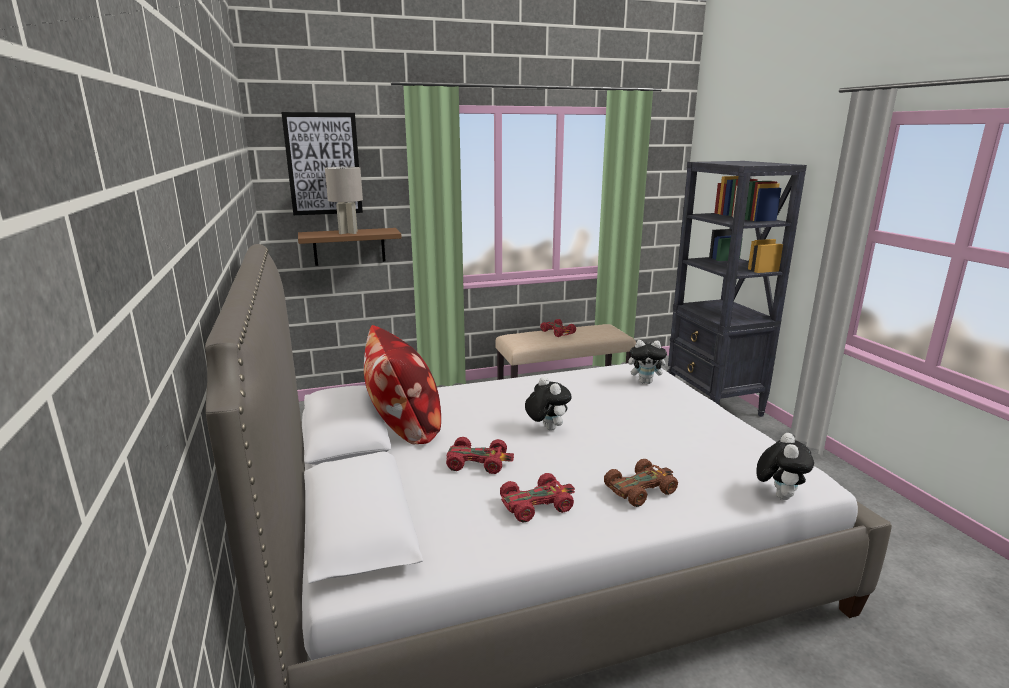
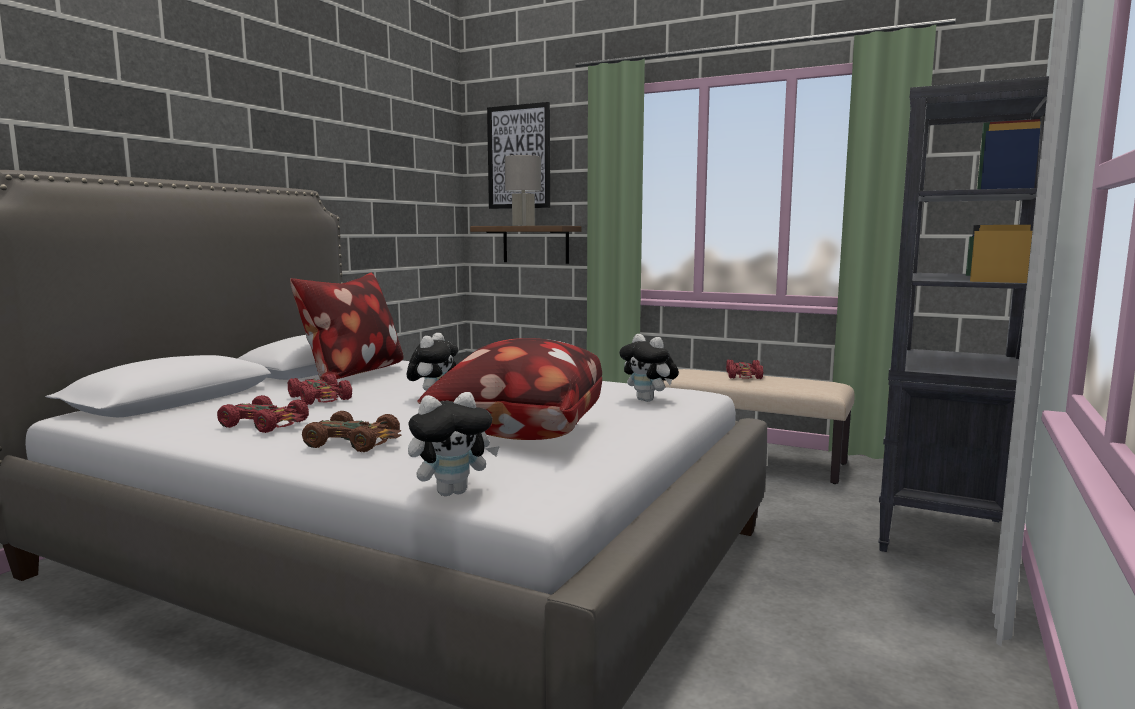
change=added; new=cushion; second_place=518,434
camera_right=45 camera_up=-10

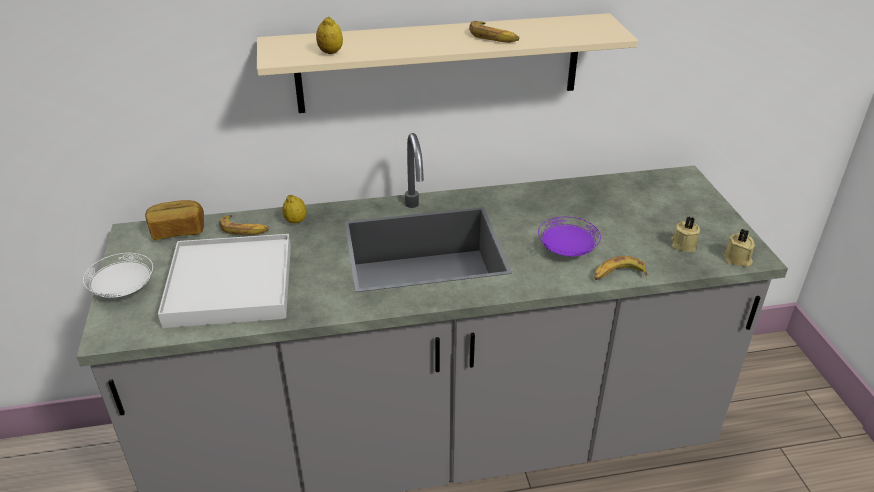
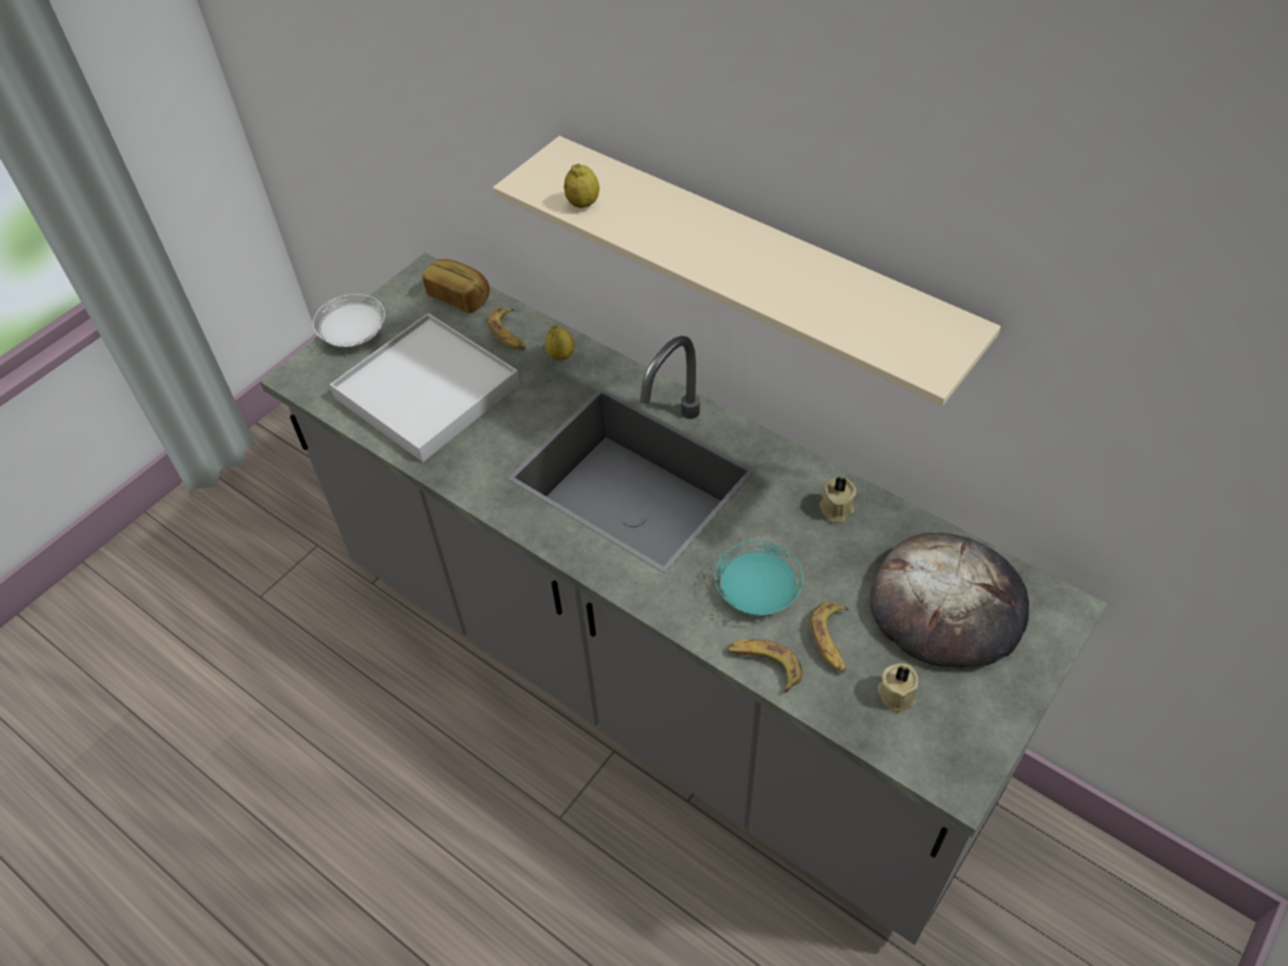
change=moved; old=banana fruit; first_place=493,37; second_place=832,641
change=recoloured; old=purple-coloured flat dish; new=blue-green flat dish; first_place=566,250; second_place=757,592
change=moved; old=beige-coloured wax candle; first_place=737,259; second_place=835,509
change=added; new=bread; second_place=948,605
camera_right=50 camera_up=15

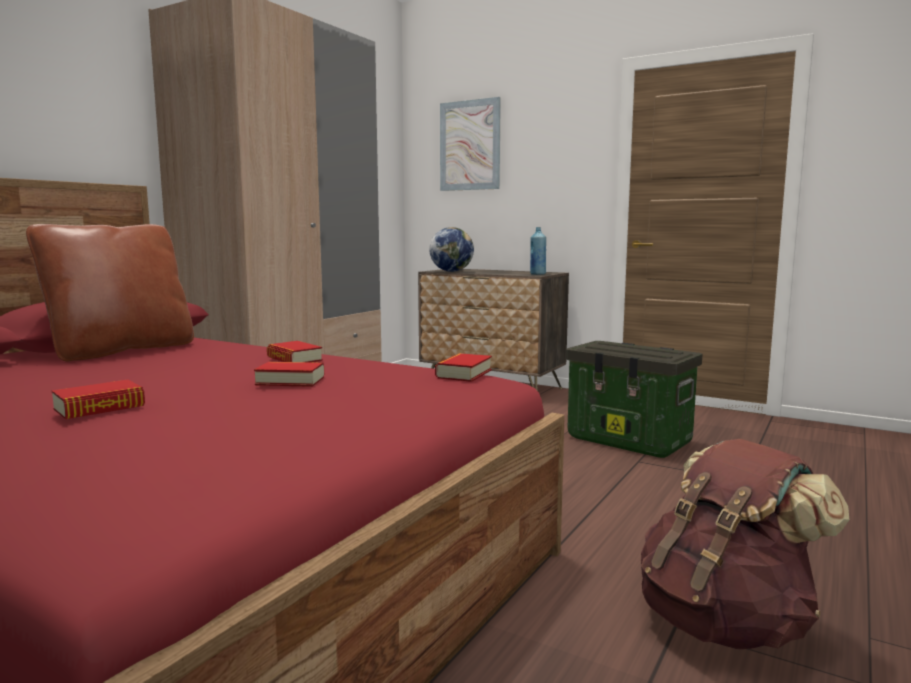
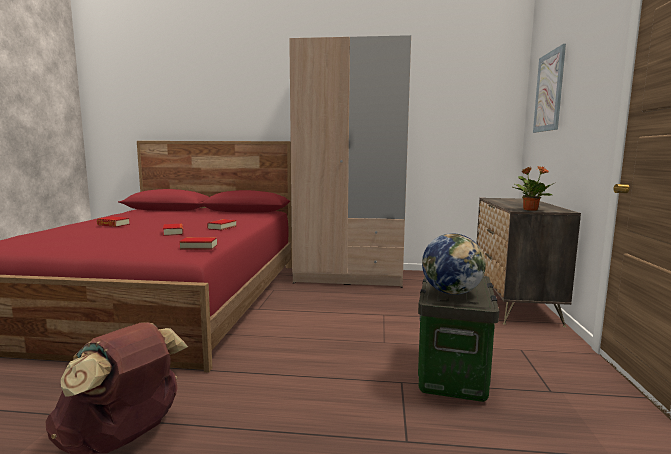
change=removed; old=brown cushion; first_place=121,350
change=moved; old=world globe; first_place=451,271; second_place=452,292
change=replaced; old=bluish beverage bottle; new=plant in a pot; first_place=537,274; second_place=530,209
camera_right=65 camera_up=0

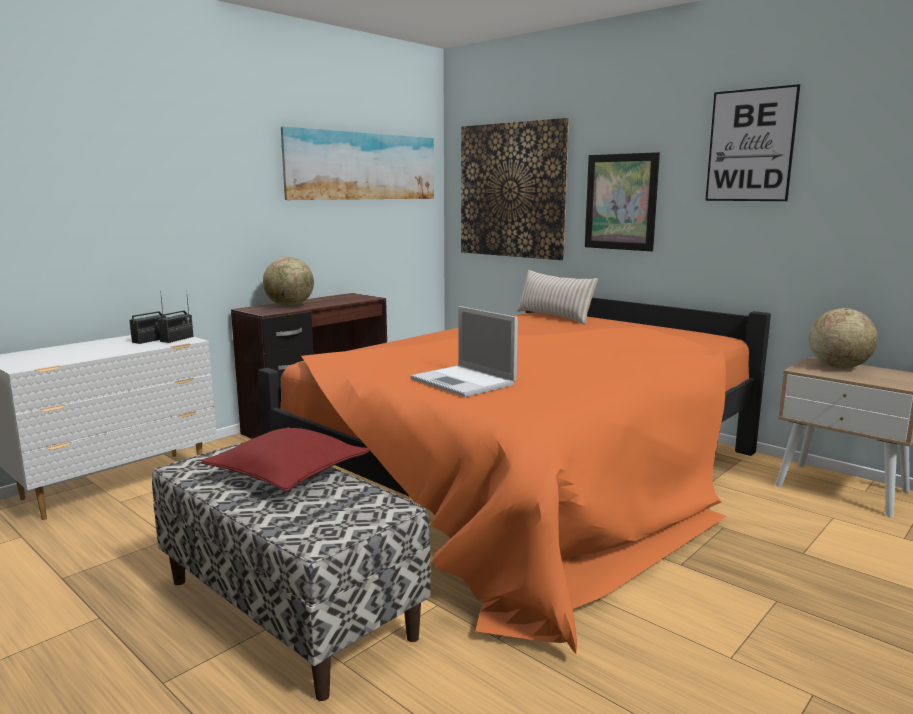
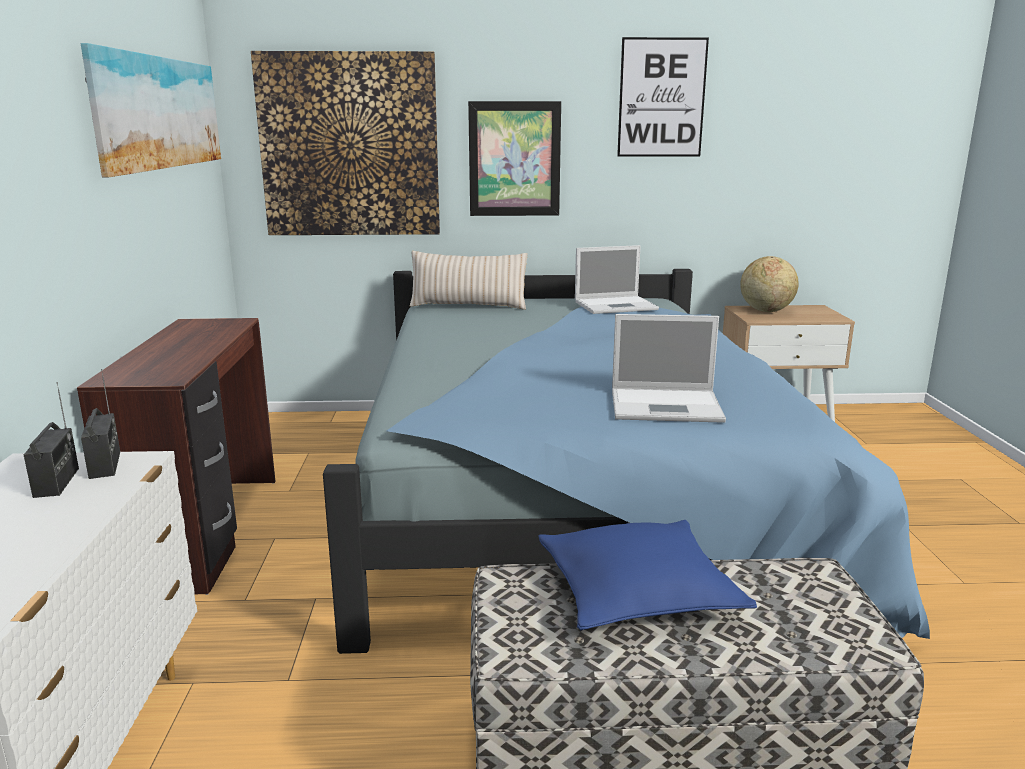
change=removed; old=world globe; first_place=290,306
change=recoloured; old=orange bedroom bed; new=bluish bedroom bed; first_place=532,478; second_place=579,500
change=recoloured; old=red cushion; new=bluish cushion; first_place=288,473; second_place=638,592
change=added; new=laptop; second_place=617,305
camera_right=-45 camera_up=5

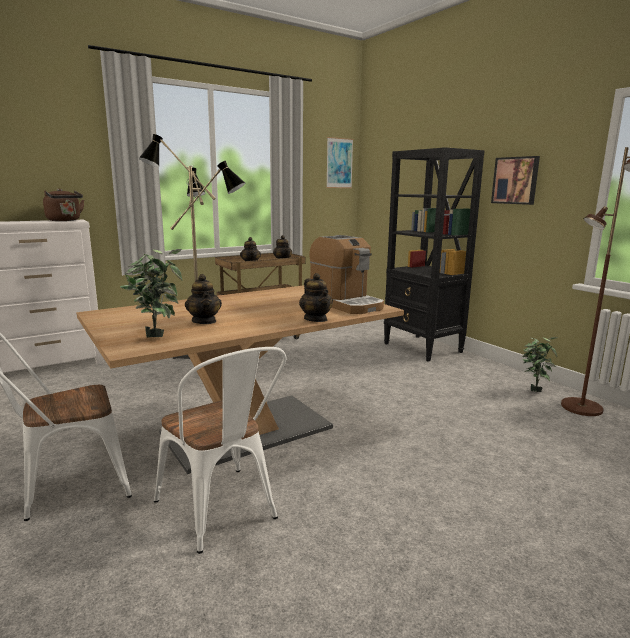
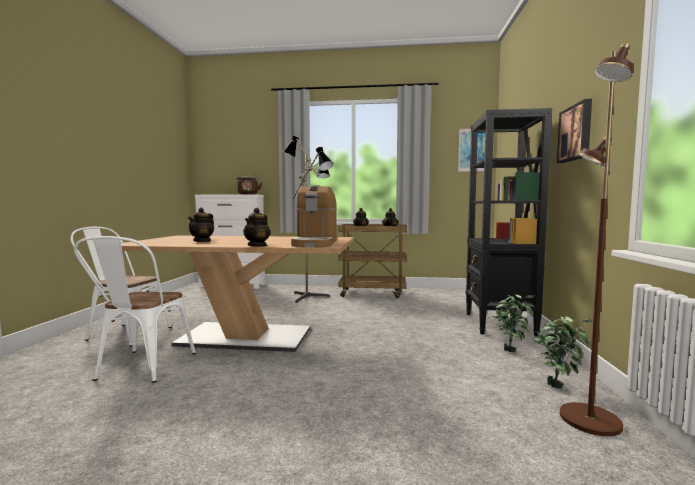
change=moved; old=plant in a pot; first_place=157,335; second_place=511,350
camera_right=40 camera_up=-10

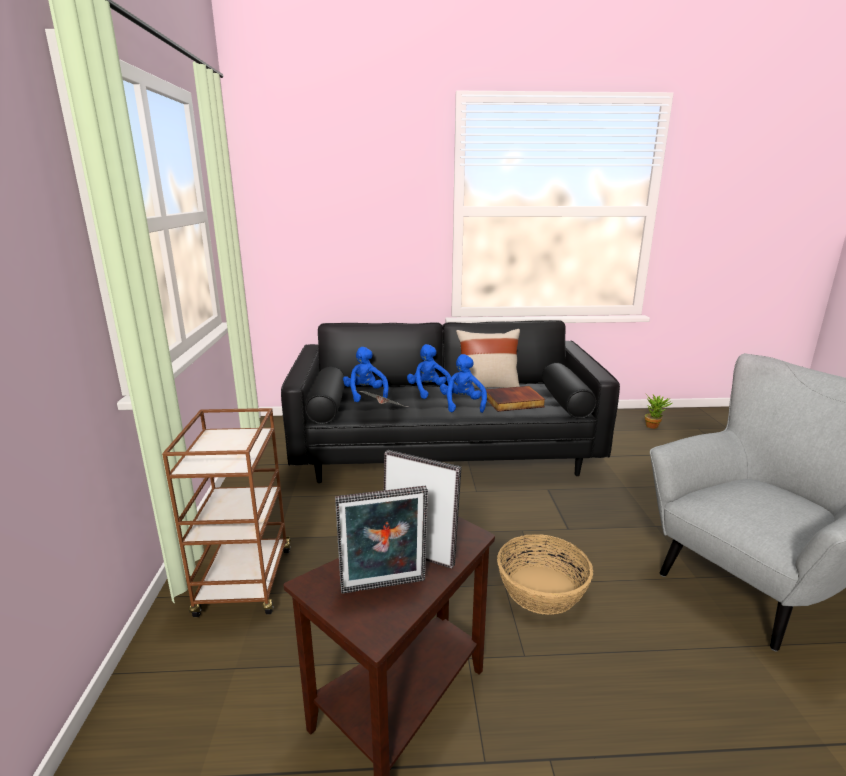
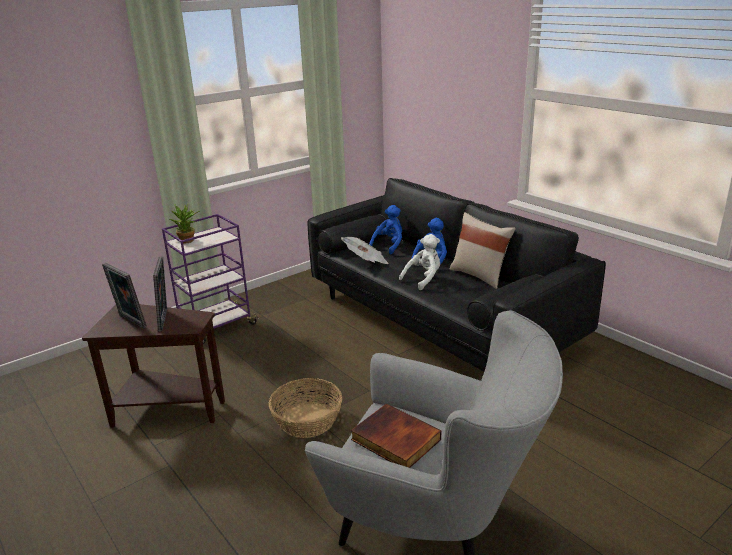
change=recoloured; old=bluish cuddly toy; new=whitish cuddly toy; first_place=462,404; second_place=423,279
change=moved; old=volume; first_place=513,402; second_place=394,440
change=moved; old=plant in a pot; first_place=654,426; second_place=188,241
change=recoloured; old=brown trolley; new=purple-coloured trolley; first_place=245,583; second_place=216,326
camera_right=55 camera_up=5

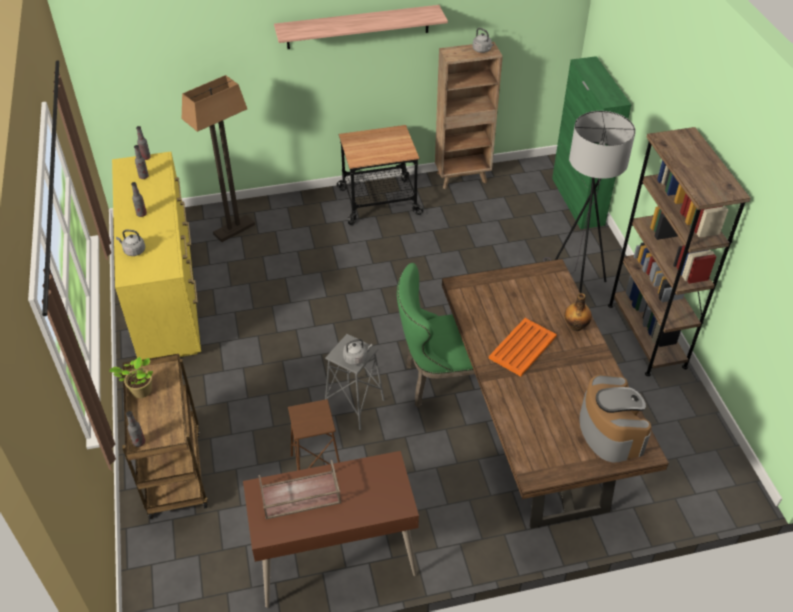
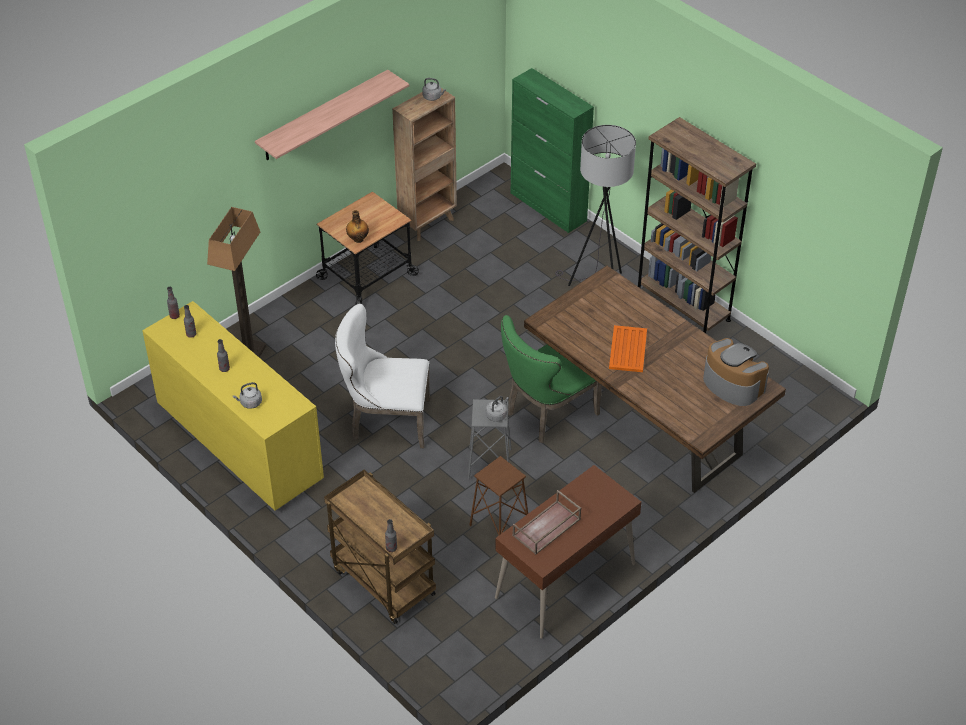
change=moved; old=beverage bottle; first_place=576,326; second_place=358,239
change=removed; old=plant in a pot; first_place=140,391
change=added; new=whitish chair; second_place=385,421
camera_right=-30 camera_up=0

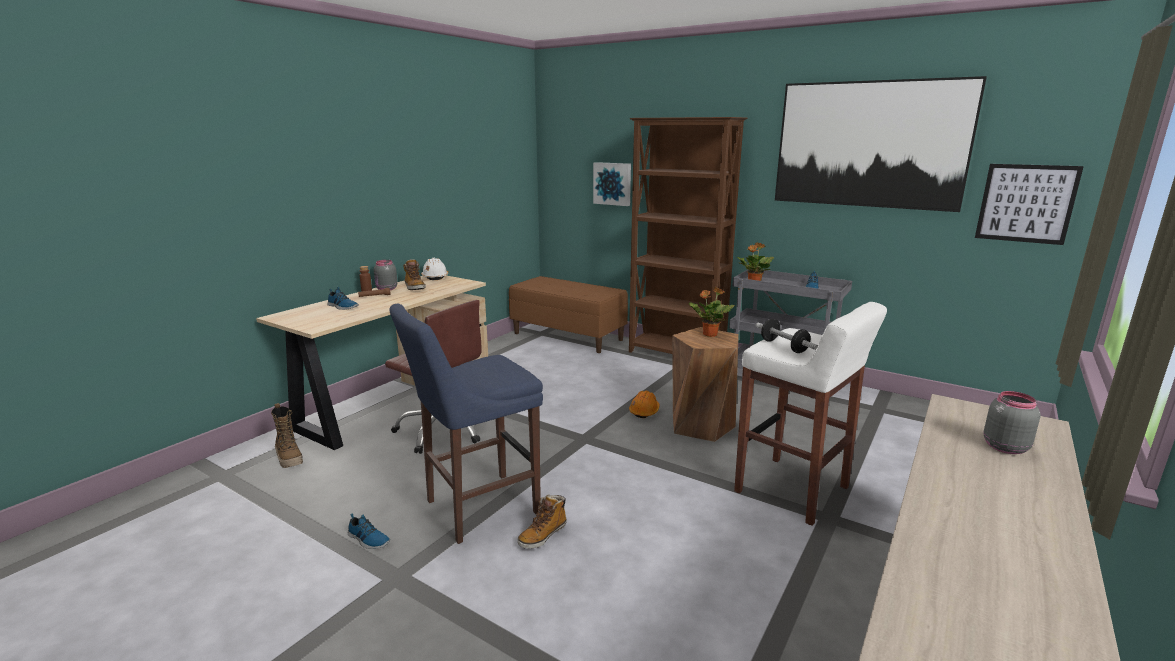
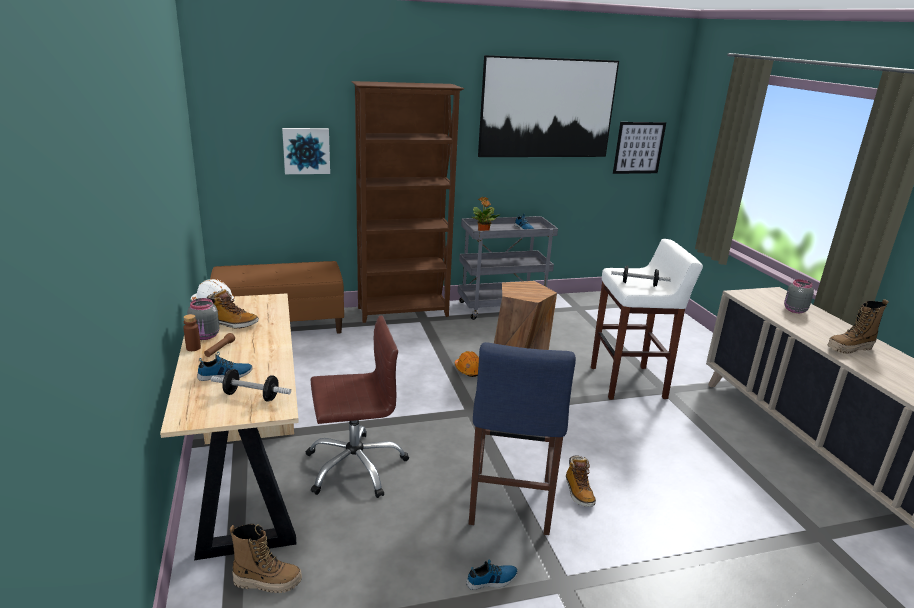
change=removed; old=plant in a pot; first_place=709,334
change=added; new=tall boot; second_place=849,349
change=added; new=hand weight; second_place=251,396
camera_right=-50 camera_up=5

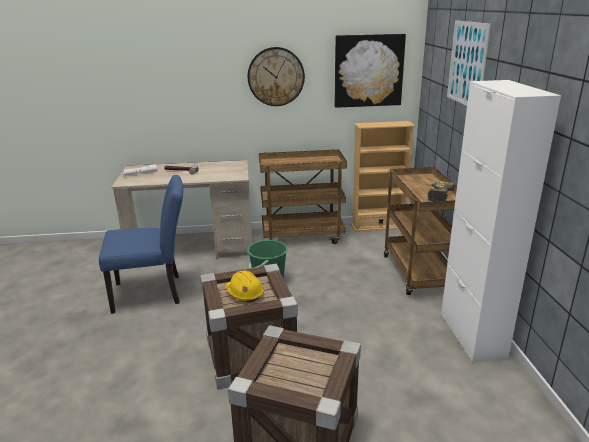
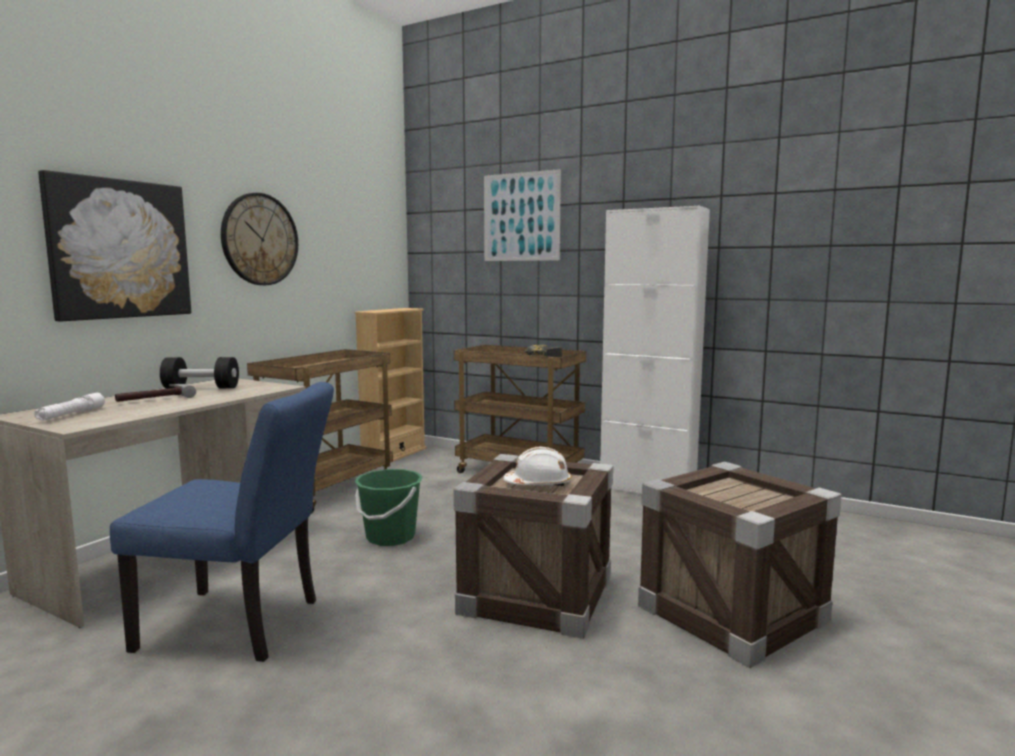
change=moved; old=picture; first_place=368,71; second_place=119,249
change=turned; old=bluish chair; first_place=154,293; second_place=242,625; degrees=75
change=recoloured; old=yellow-coloured work helmet; new=whitish work helmet; first_place=245,293; second_place=538,484
change=added; new=black-coloured hand weight; second_place=201,388
camera_right=-55 camera_up=-15

